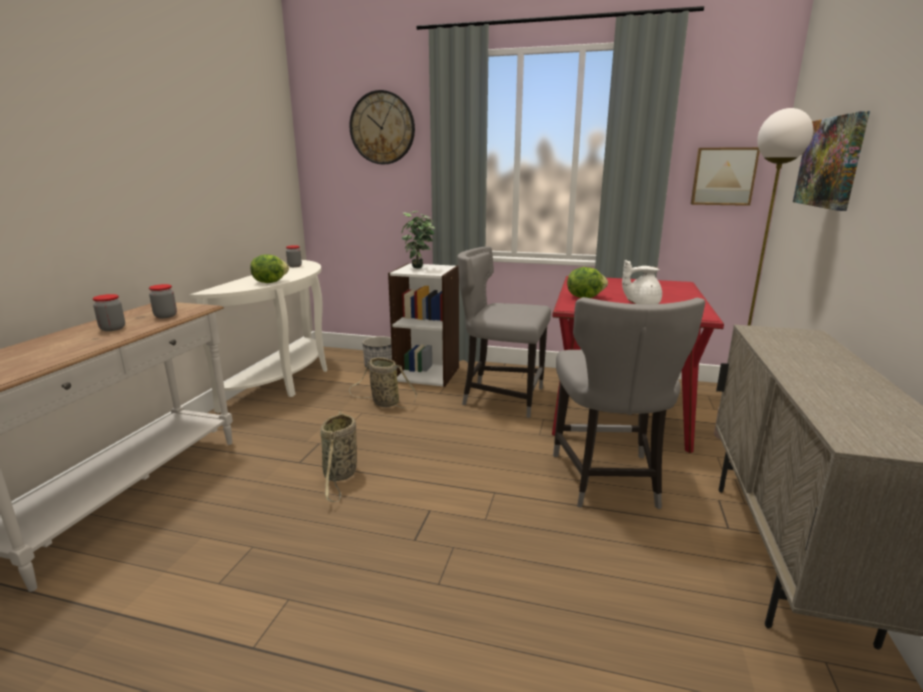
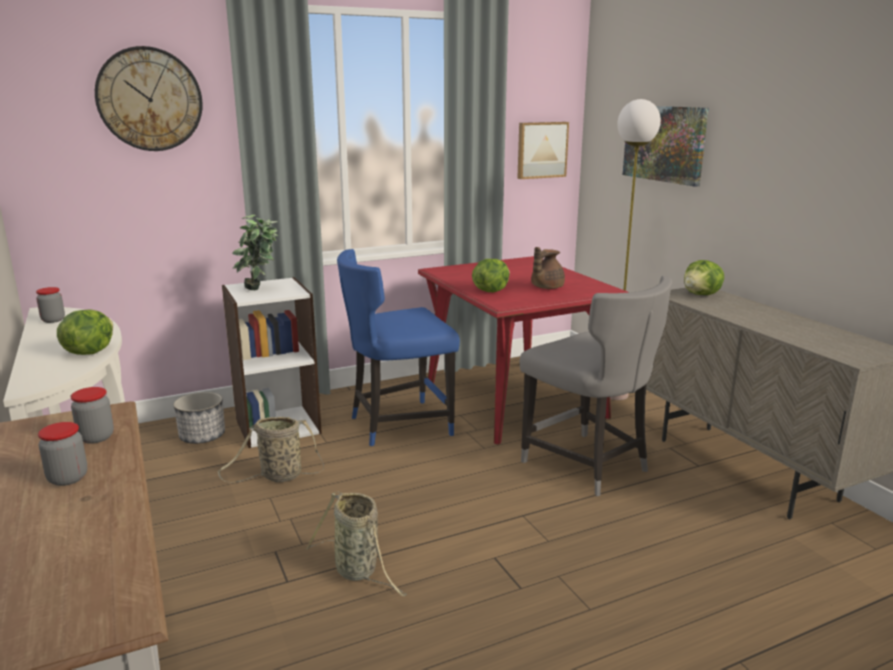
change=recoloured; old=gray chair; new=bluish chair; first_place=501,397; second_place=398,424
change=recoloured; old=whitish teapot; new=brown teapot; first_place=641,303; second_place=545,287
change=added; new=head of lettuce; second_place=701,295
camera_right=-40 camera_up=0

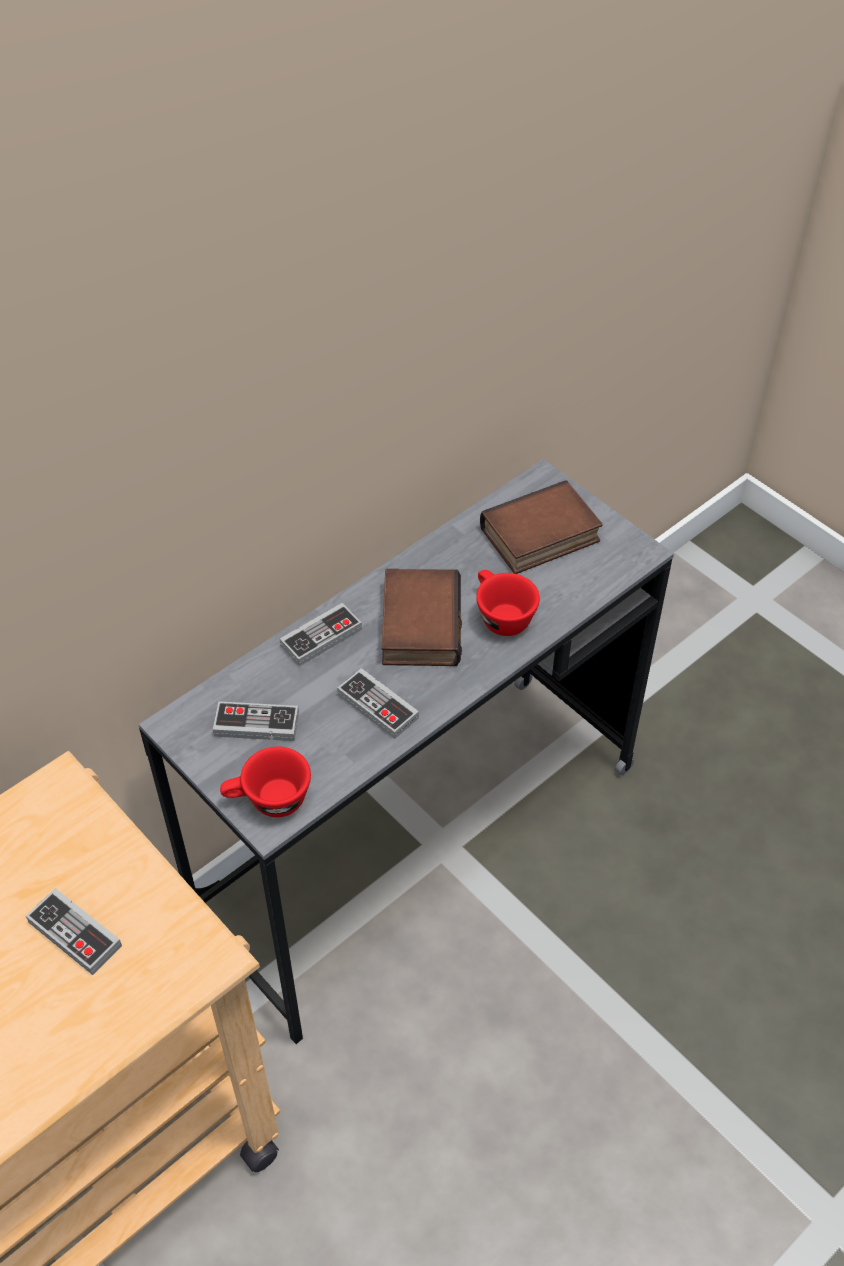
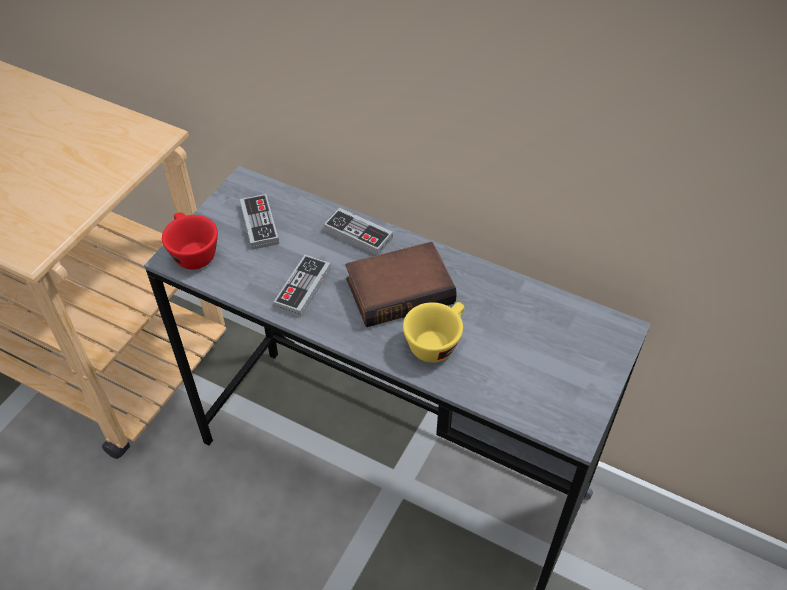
change=removed; old=volume; first_place=540,537
change=recoloured; old=red small cup; new=yellow-coloured small cup; first_place=500,615; second_place=436,342
change=removed; old=game controller; first_place=75,934
camera_right=70 camera_up=0

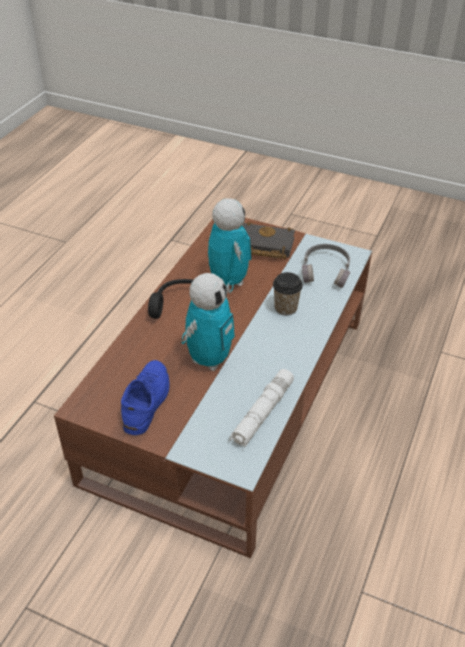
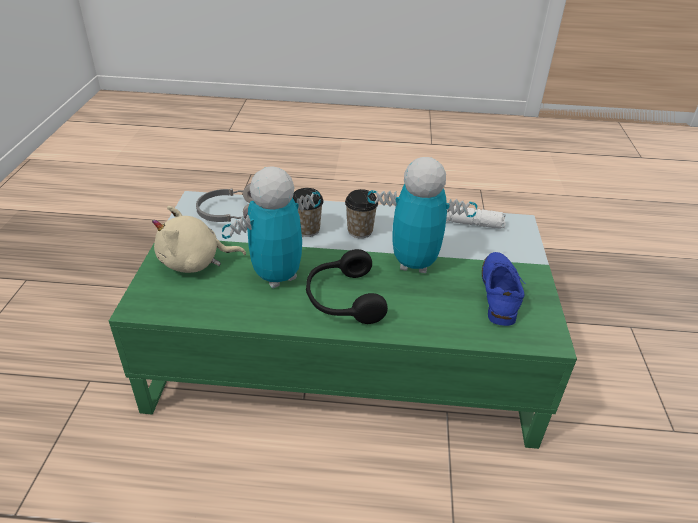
change=recoloured; old=brown low table; new=green-coloured low table; first_place=231,396; second_place=345,349
change=replaced; old=black-coloured volume; new=beige-coloured cuddly toy; first_place=263,246; second_place=195,262
change=turned; old=bluish low shoe; first_place=147,400; second_place=499,292; degrees=105
change=added; new=small cup; second_place=360,231
camera_right=-110 camera_up=-5

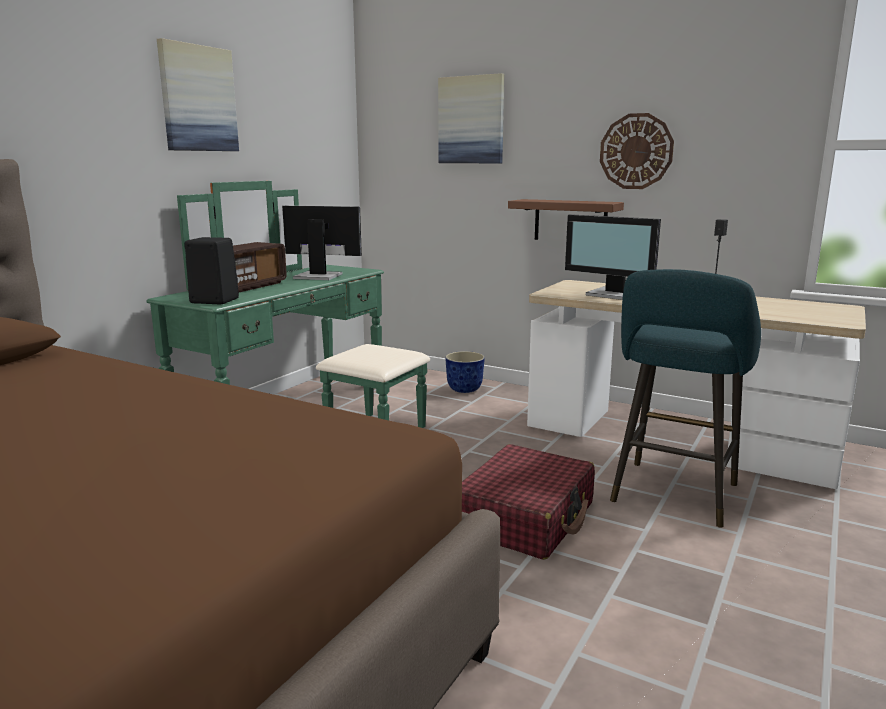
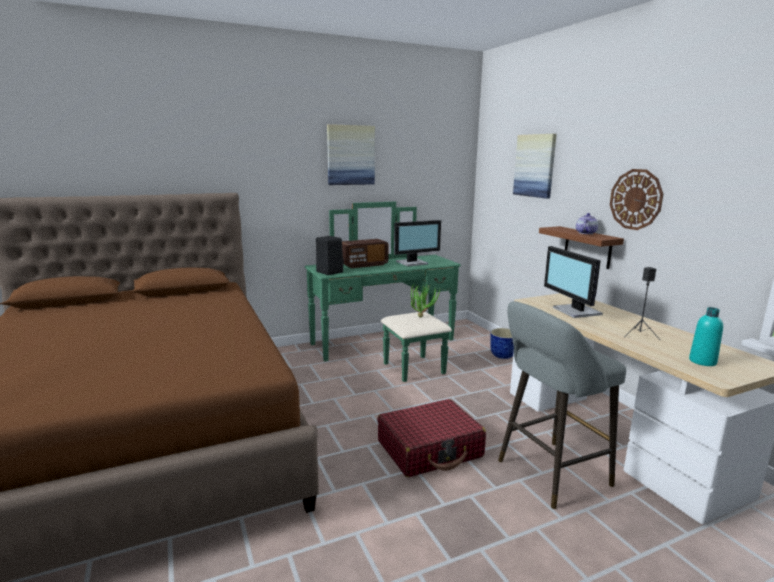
change=turned; old=computer display; first_place=318,276; second_place=413,263; degrees=105
change=recoloured; old=blue-green stool; new=gray stool; first_place=672,496; second_place=548,474
change=added; new=teapot; second_place=585,233
change=added; new=plant in a pot; second_place=421,316
change=added; new=blue-green beverage bottle; second_place=702,361
camera_right=35 camera_up=0

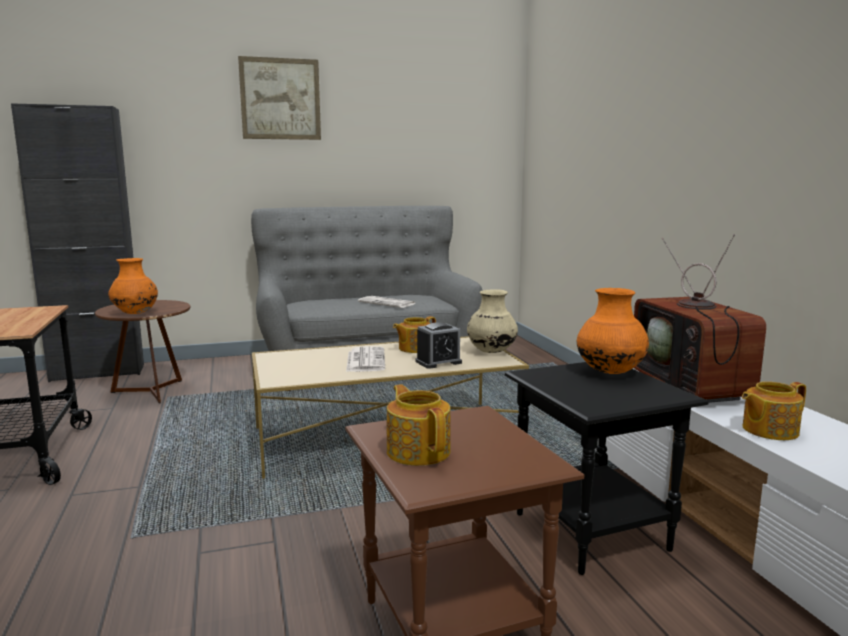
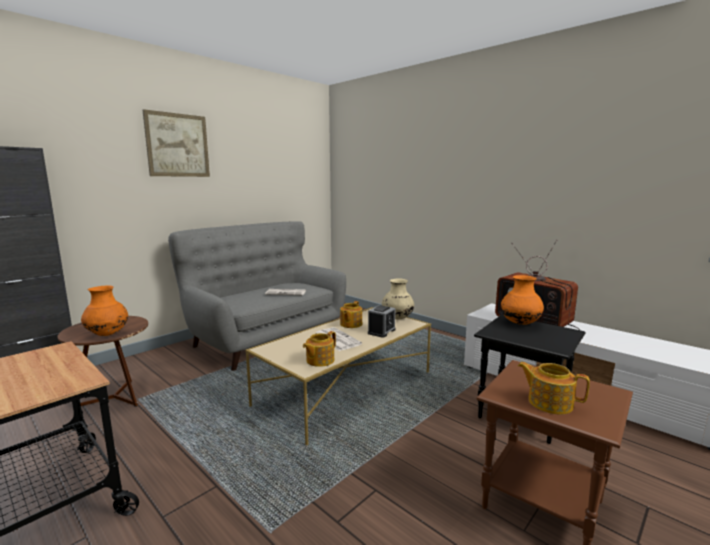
change=moved; old=teapot; first_place=768,430; second_place=319,360
camera_right=-30 camera_up=0

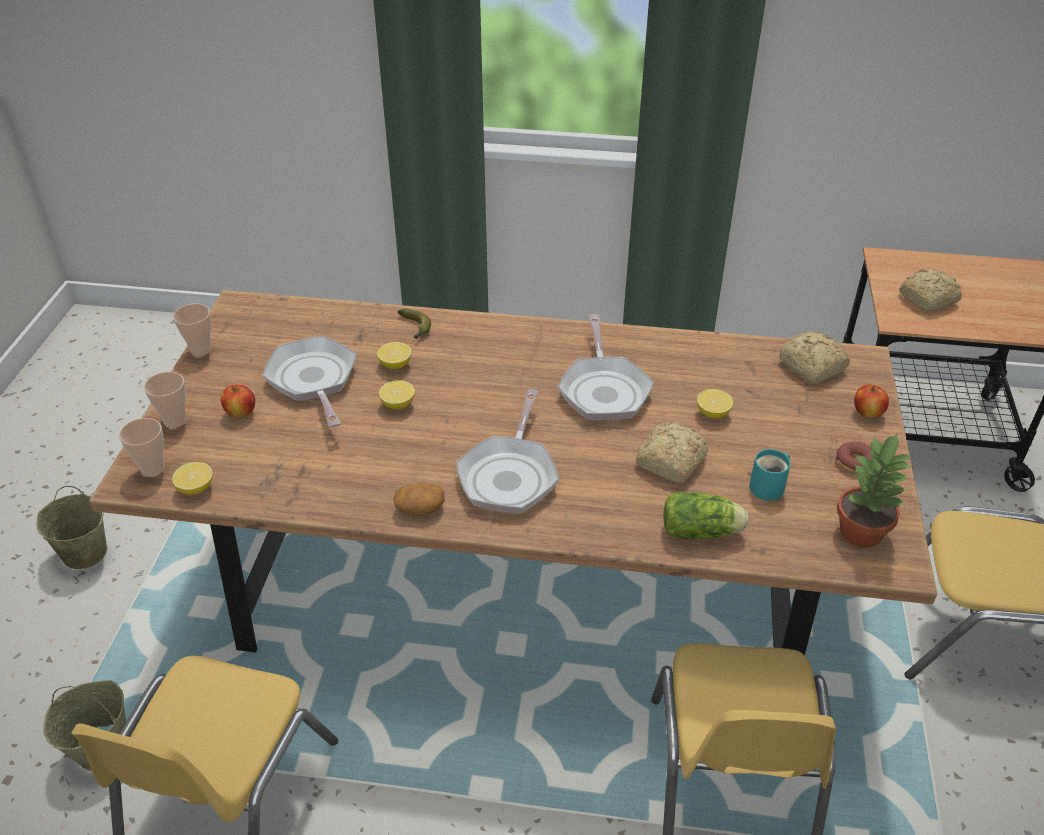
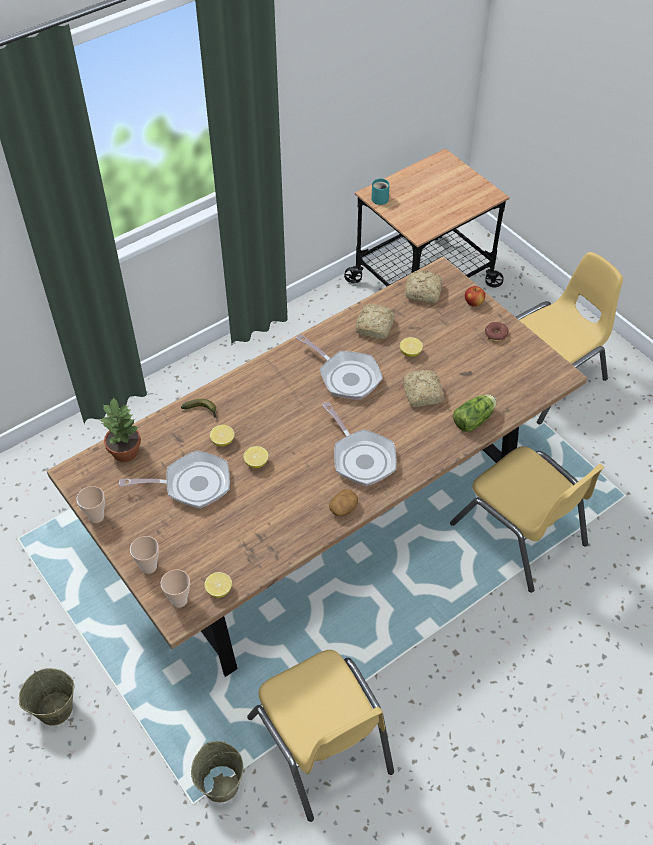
change=moved; old=bread; first_place=929,299; second_place=375,326
change=turned; old=skillet; first_place=313,381; second_place=192,484; degrees=150
change=removed; old=apple; first_place=241,413
change=moved; old=plant in a pot; first_place=862,532; second_place=126,451
change=moved; old=blue-green mug; first_place=770,487; second_place=380,198
camera_right=-45 camera_up=10

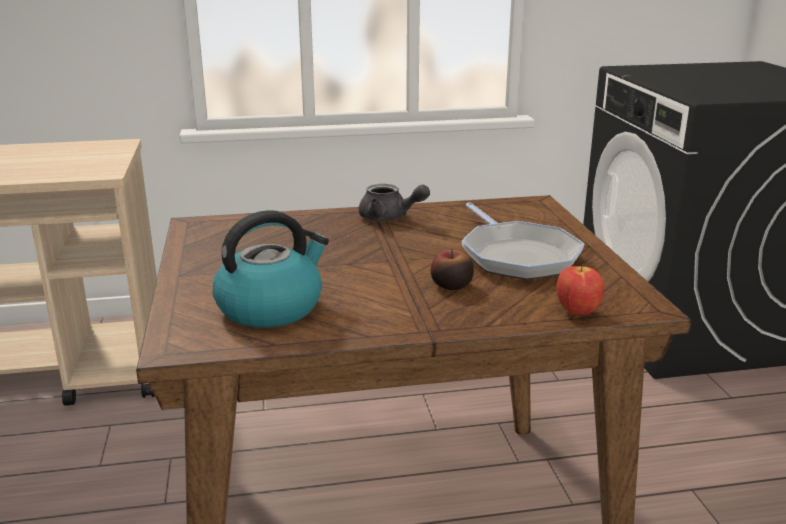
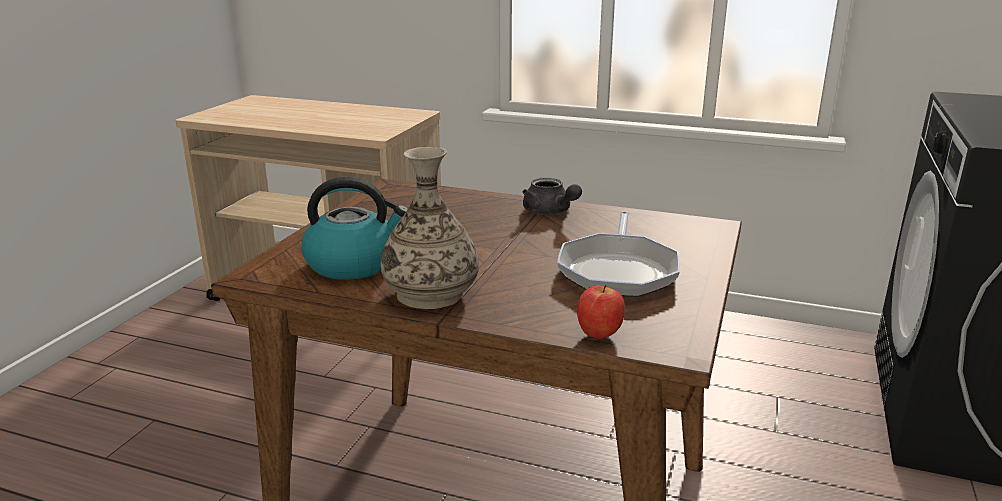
change=removed; old=apple; first_place=451,285
change=added; new=flower vase; second_place=430,293
camera_right=30 camera_up=0

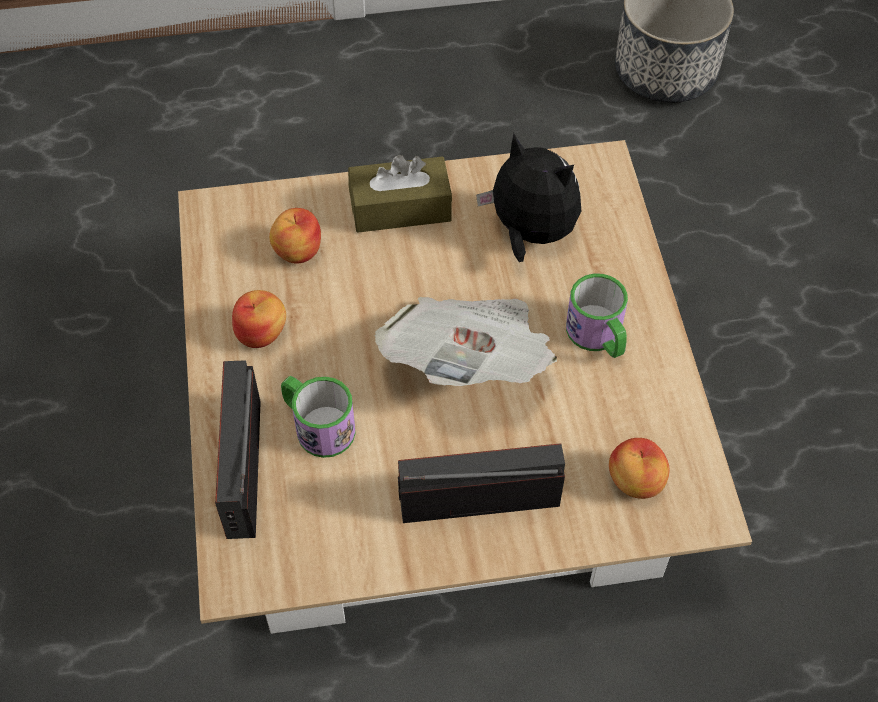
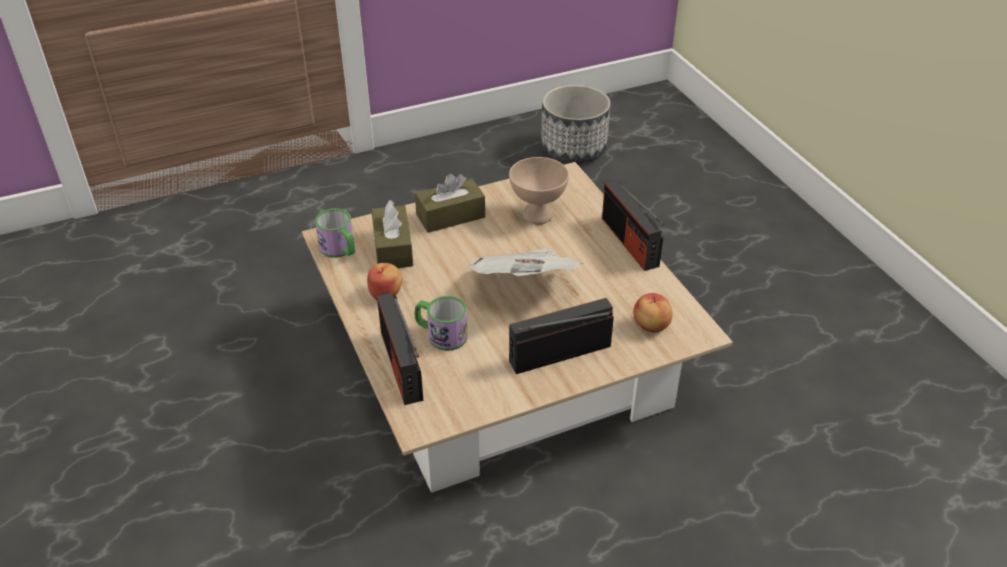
change=replaced; old=cuddly toy; new=beige-coloured deep dish; first_place=530,233; second_place=536,215
change=replaced; old=apple; new=brown tissue holder; first_place=297,250; second_place=393,248
change=moved; old=mug; first_place=598,336; second_place=340,250
change=added; new=radio receiver; second_place=629,242
camera_right=-15 camera_up=-15

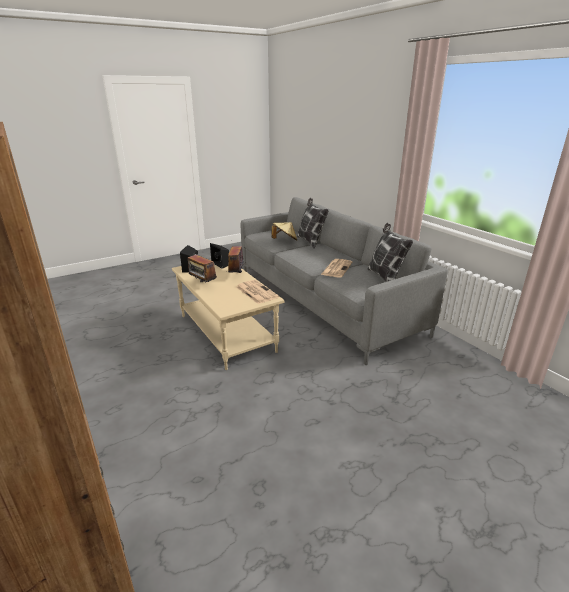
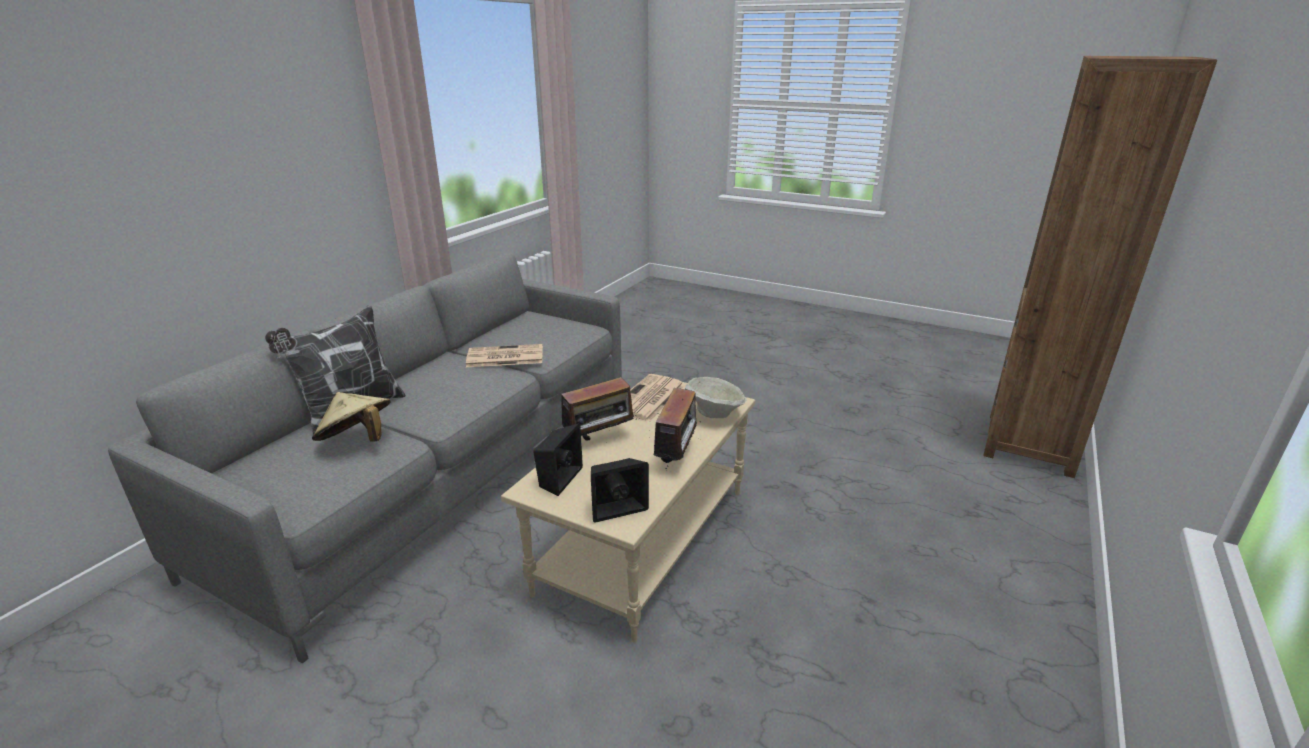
change=removed; old=cushion; first_place=385,277
change=added; new=beige-coloured deep dish; second_place=715,414
camera_right=-120 camera_up=0

